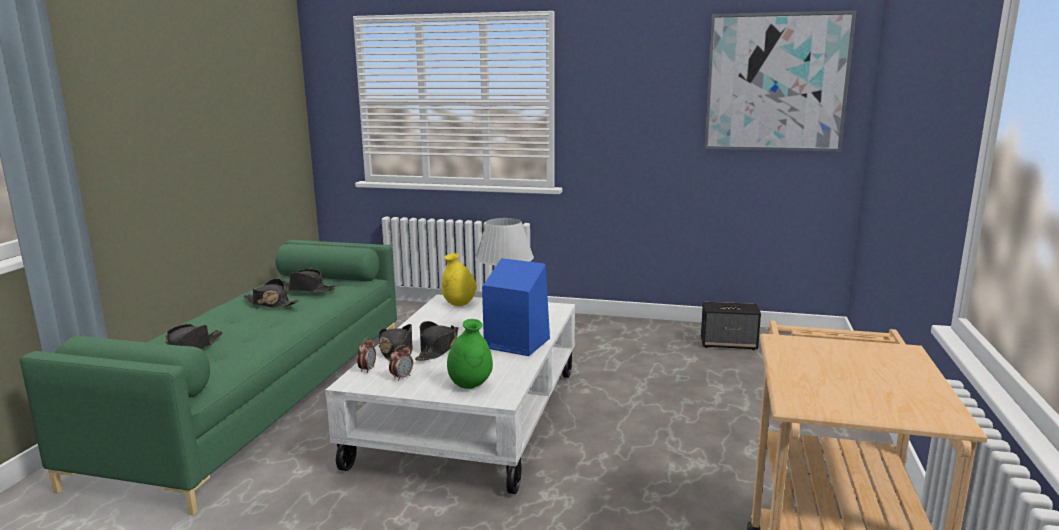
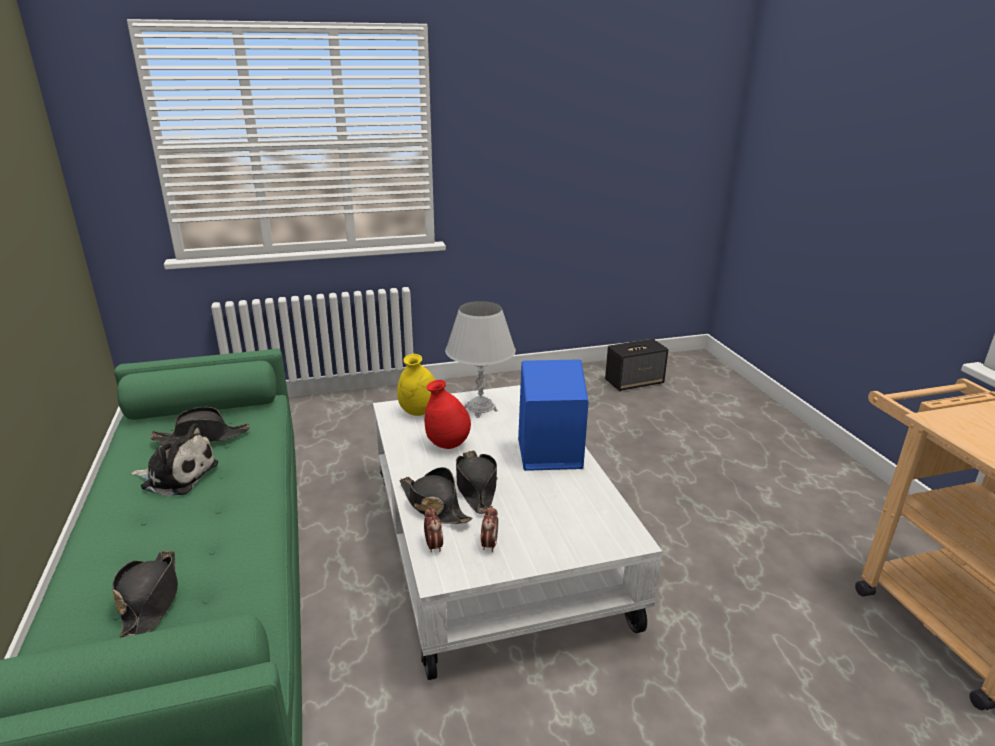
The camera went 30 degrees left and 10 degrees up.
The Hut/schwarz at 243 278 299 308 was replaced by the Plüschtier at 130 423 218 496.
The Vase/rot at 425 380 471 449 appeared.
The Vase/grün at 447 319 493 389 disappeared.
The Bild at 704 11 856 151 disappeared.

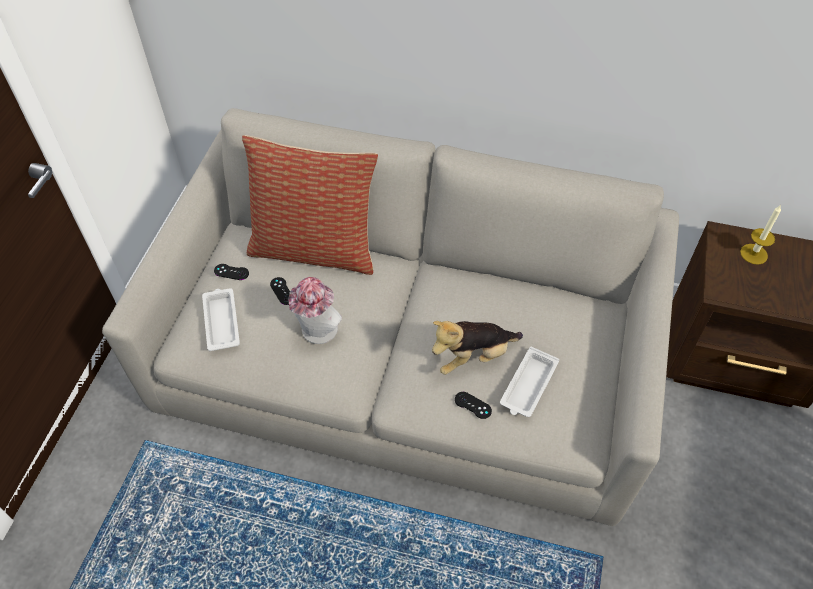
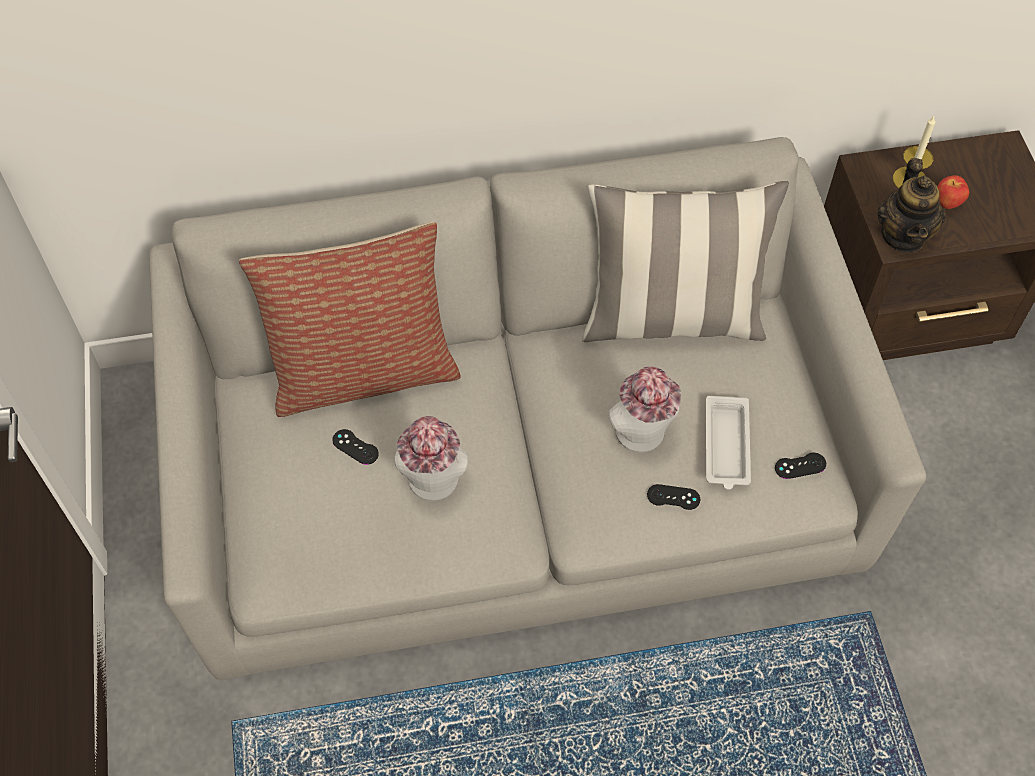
The camera went 25 degrees left and 5 degrees up.
The Kissen at 582 181 789 342 appeared.
The Plüschtier at 432 321 523 375 was replaced by the Hut at 608 366 681 452.
The Gamepad/schwarz moved from 214 264 249 280 to 775 453 826 479.
The Teekanne at 877 158 946 253 appeared.
The Apfel at 938 175 969 209 appeared.
The Tablett/weiß at 202 288 240 351 disappeared.

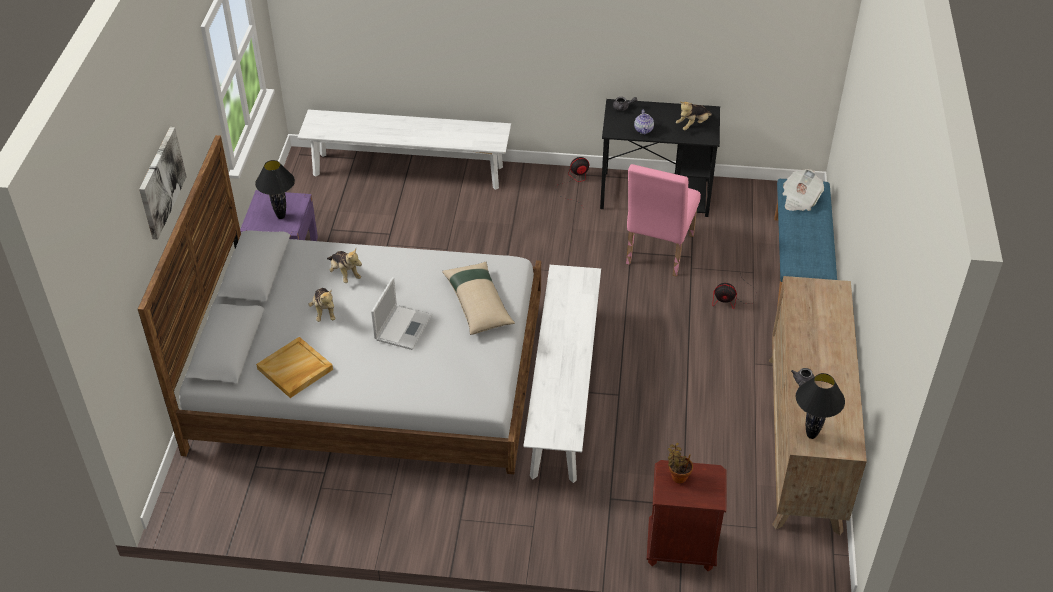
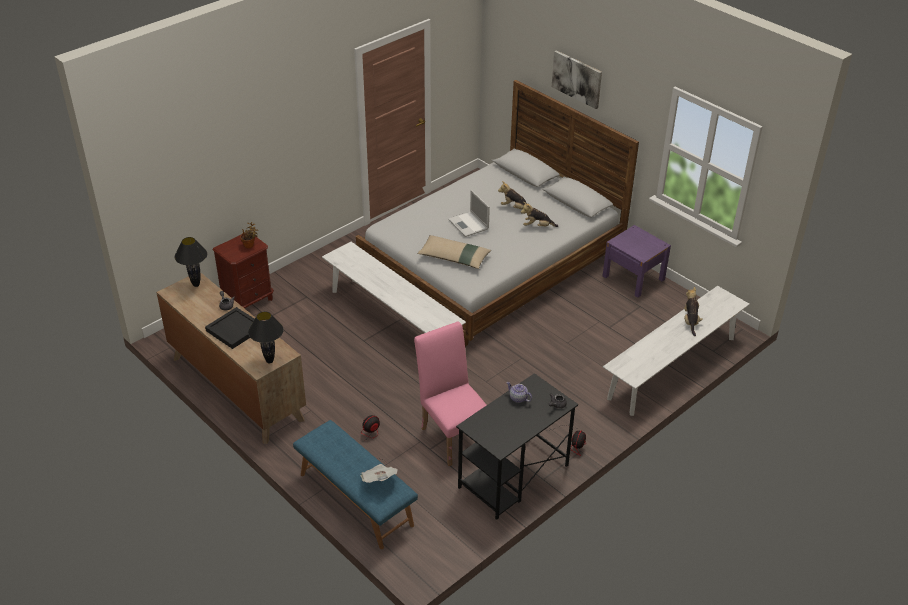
The camera went 130 degrees right and 5 degrees down.
The Tablett/schwarz at 205 307 255 349 appeared.
The Tischlampe/schwarz moved from 255 160 295 219 to 248 311 284 363.
The Plüschtier moved from 676 102 712 130 to 684 287 703 336.
The Tablett/beige at 256 337 333 398 disappeared.

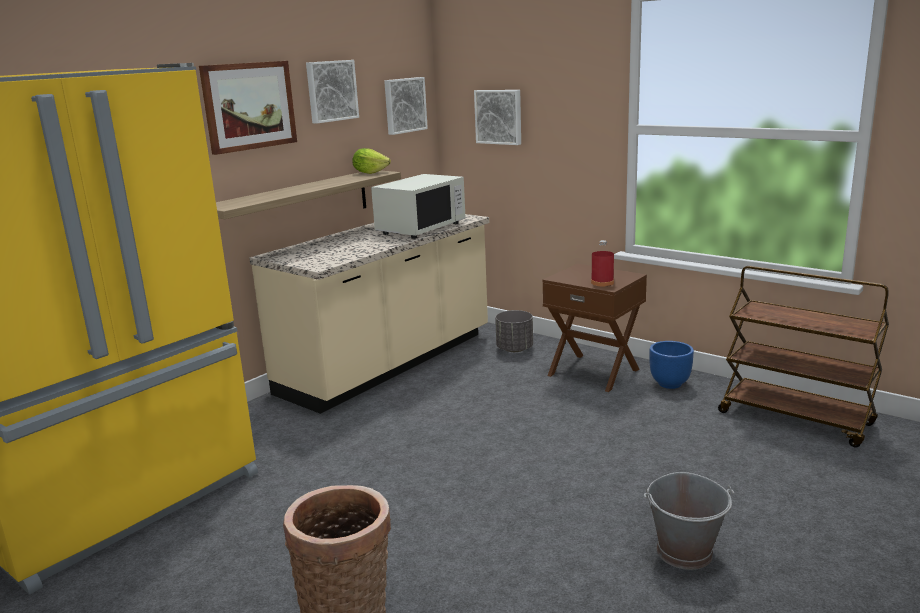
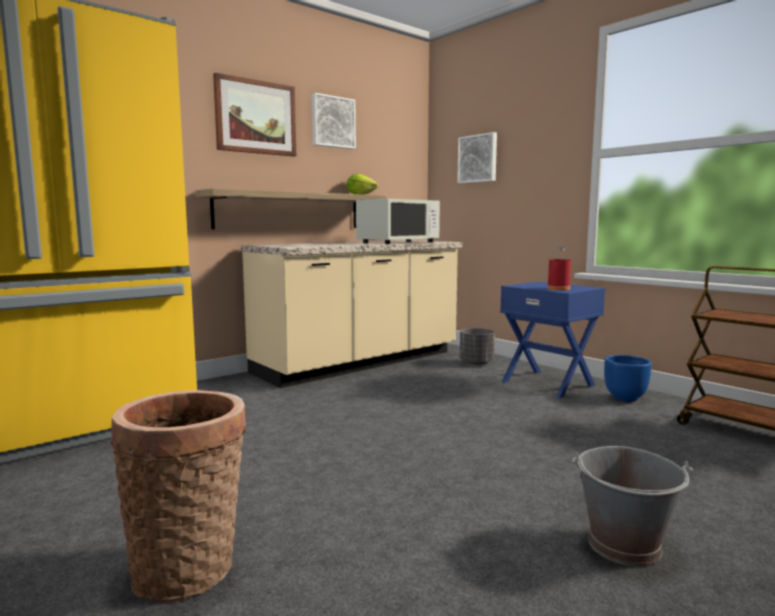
The camera went 10 degrees right and 10 degrees down.
The Nachttisch/braun at 543 264 647 392 became the Nachttisch/blau at 500 282 605 398.
The Bild at 384 77 428 135 disappeared.

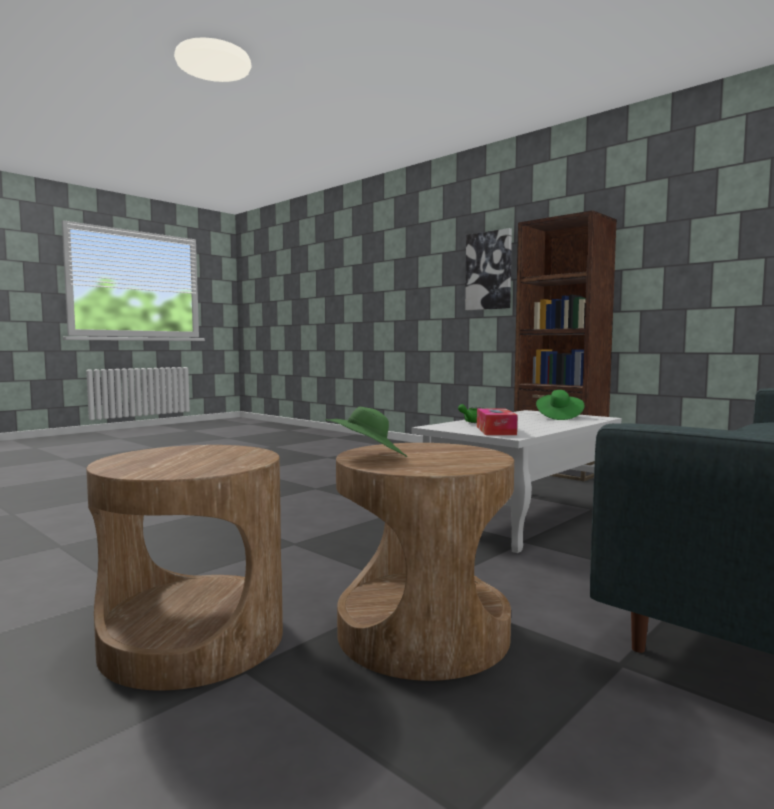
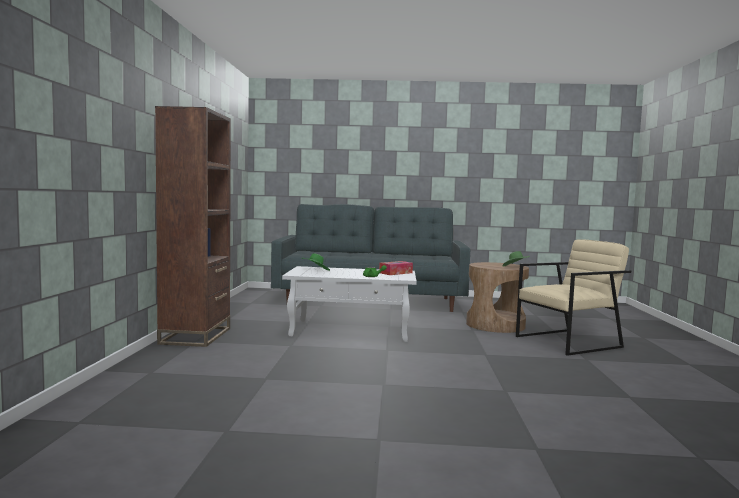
The camera went 130 degrees left and 0 degrees up.
The Beistelltisch/braun at 86 445 283 691 was replaced by the Sessel/beige at 516 239 631 356.
The Bild at 465 228 512 310 disappeared.

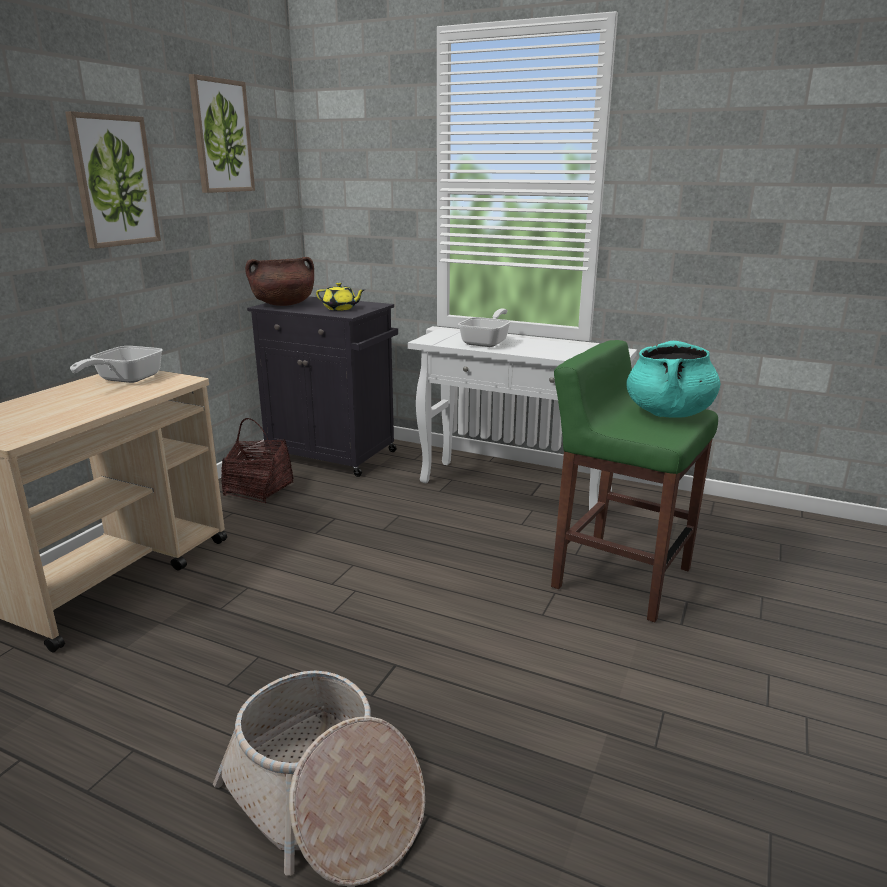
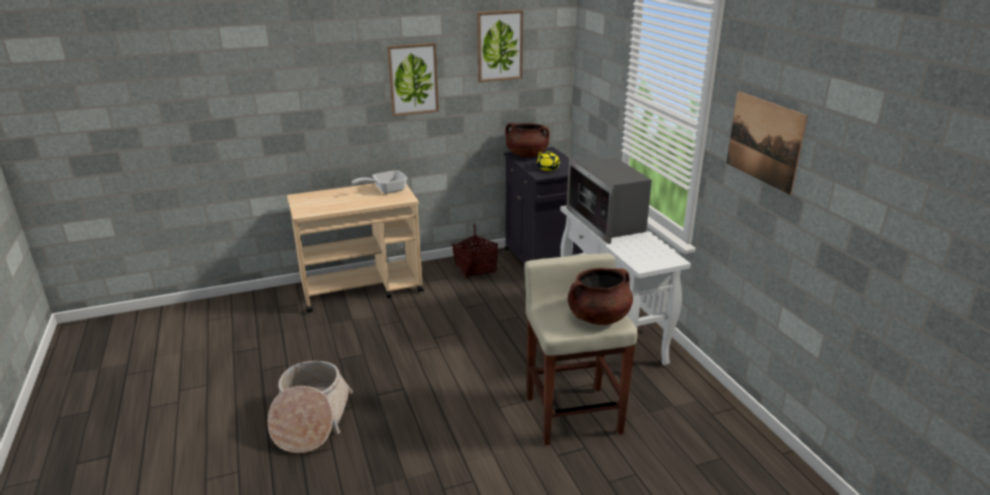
The camera went 45 degrees right and 5 degrees up.
The Hocker/grün at 551 340 718 622 became the Hocker/beige at 524 253 638 446.
The Pfanne at 458 308 511 347 was replaced by the Mikrowelle at 566 157 652 244.
The Kochtopf/türkis at 626 341 720 418 became the Kochtopf/braun at 568 268 633 325.
The Bild at 726 91 808 195 appeared.

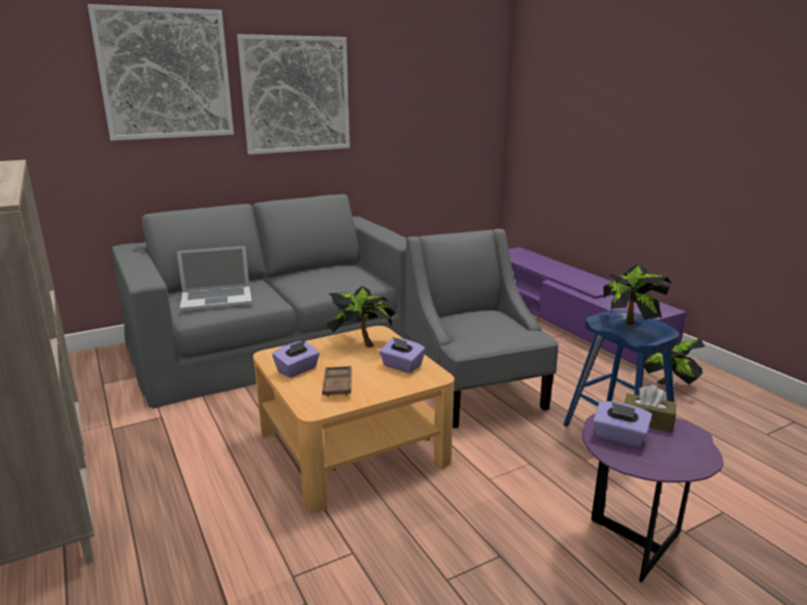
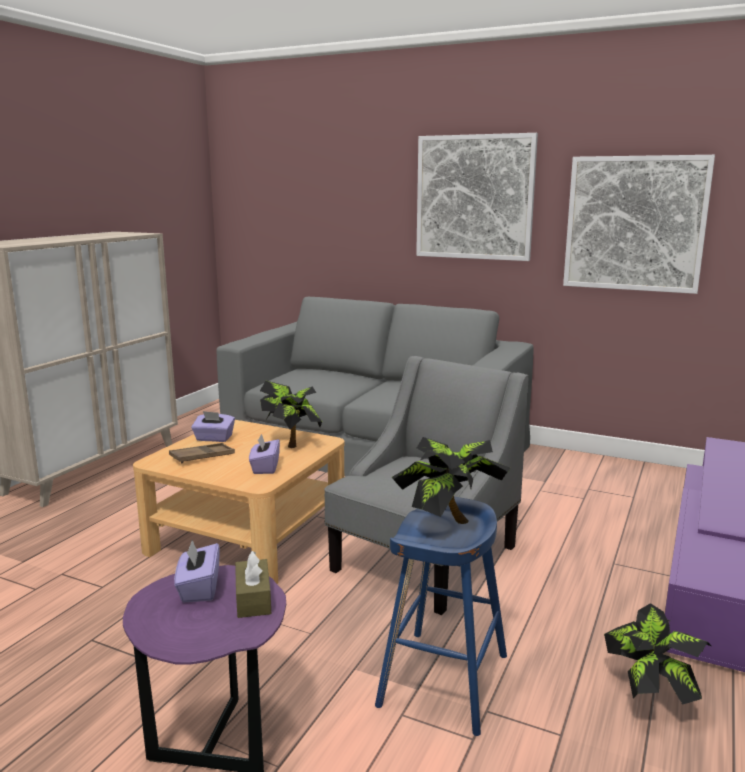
The camera went 55 degrees right and 5 degrees down.
The Bild moved from 88 4 234 141 to 563 155 715 294.
The Laptop at 177 246 252 311 disappeared.

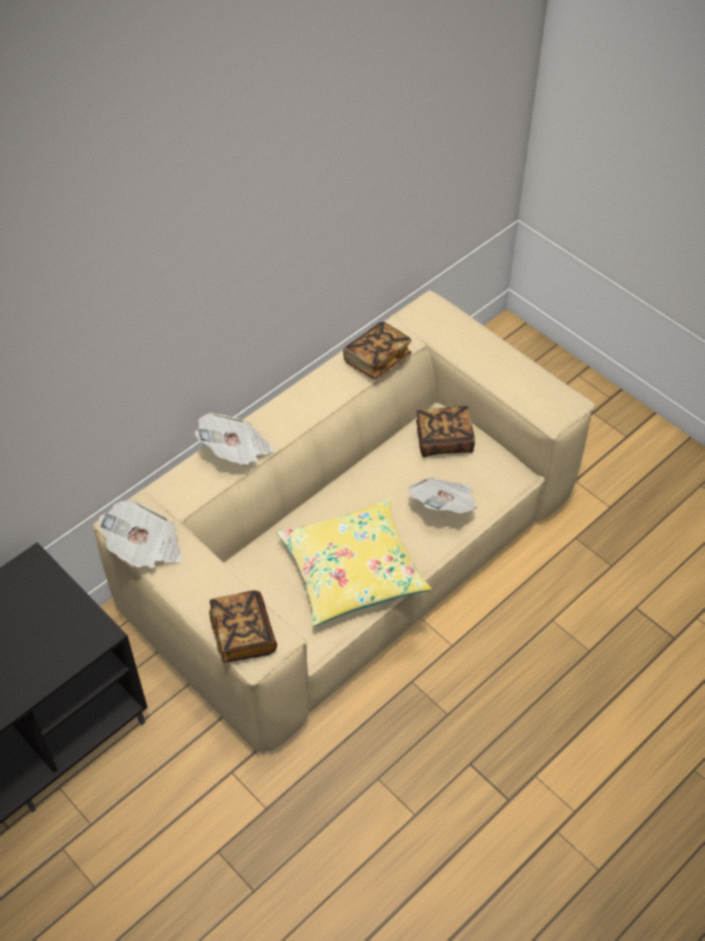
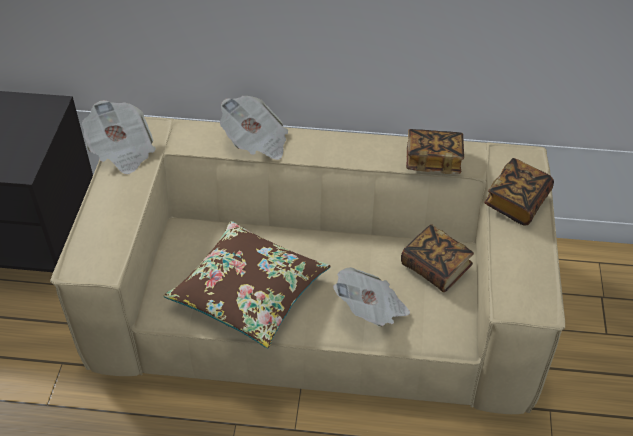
The camera went 50 degrees right and 5 degrees down.
The Kissen/gelb at 277 499 431 626 became the Kissen/braun at 164 221 331 348.
The Buch moved from 209 590 277 663 to 484 158 554 226.

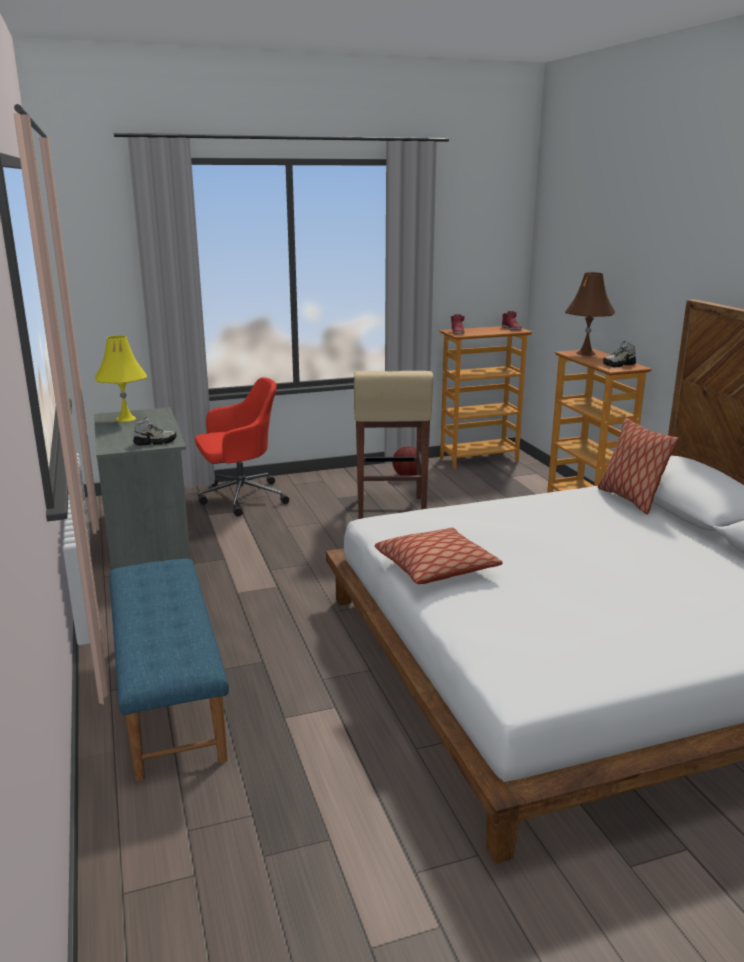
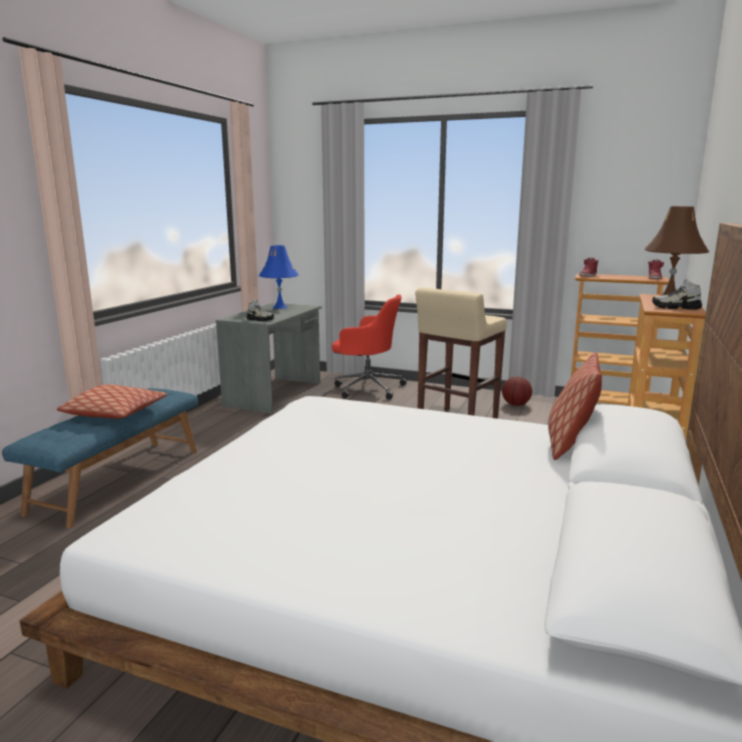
The camera went 40 degrees right and 5 degrees down.
The Kissen moved from 375 528 503 584 to 57 384 167 419.
The Tischlampe/gelb at 95 335 147 422 became the Tischlampe/blau at 259 245 299 309.

